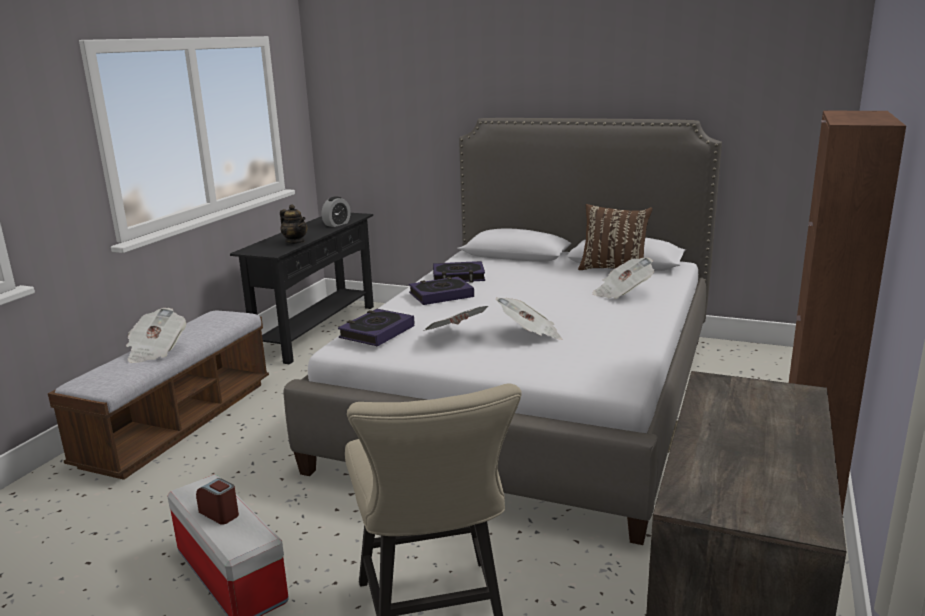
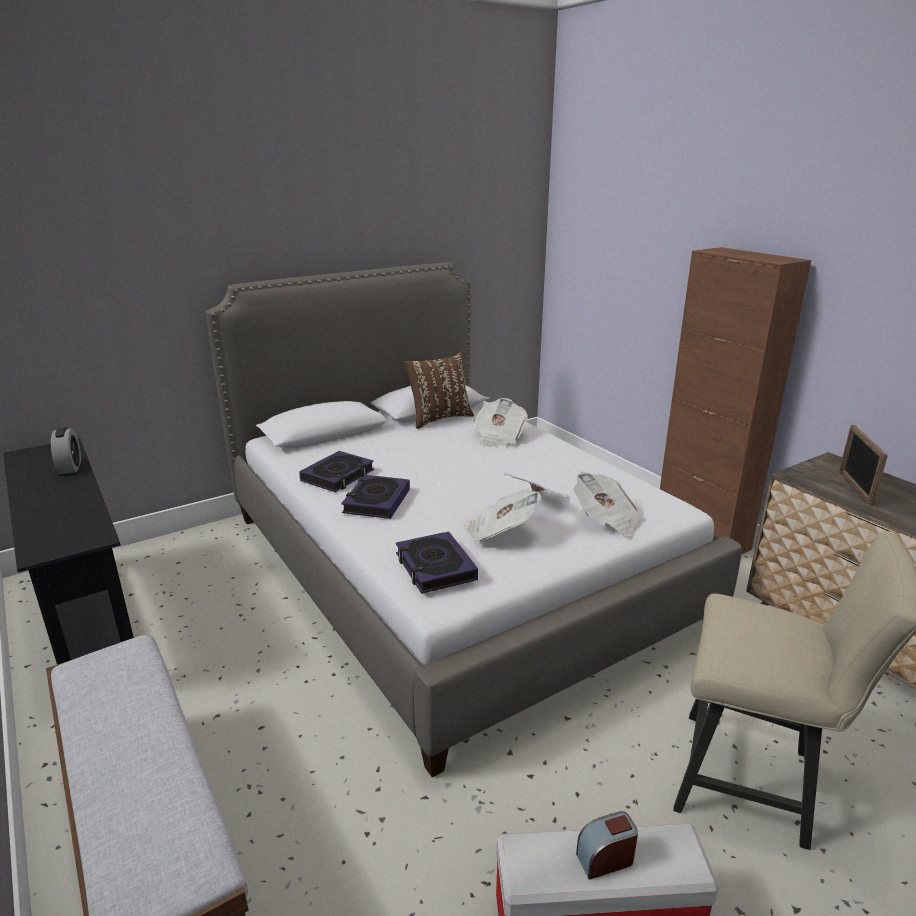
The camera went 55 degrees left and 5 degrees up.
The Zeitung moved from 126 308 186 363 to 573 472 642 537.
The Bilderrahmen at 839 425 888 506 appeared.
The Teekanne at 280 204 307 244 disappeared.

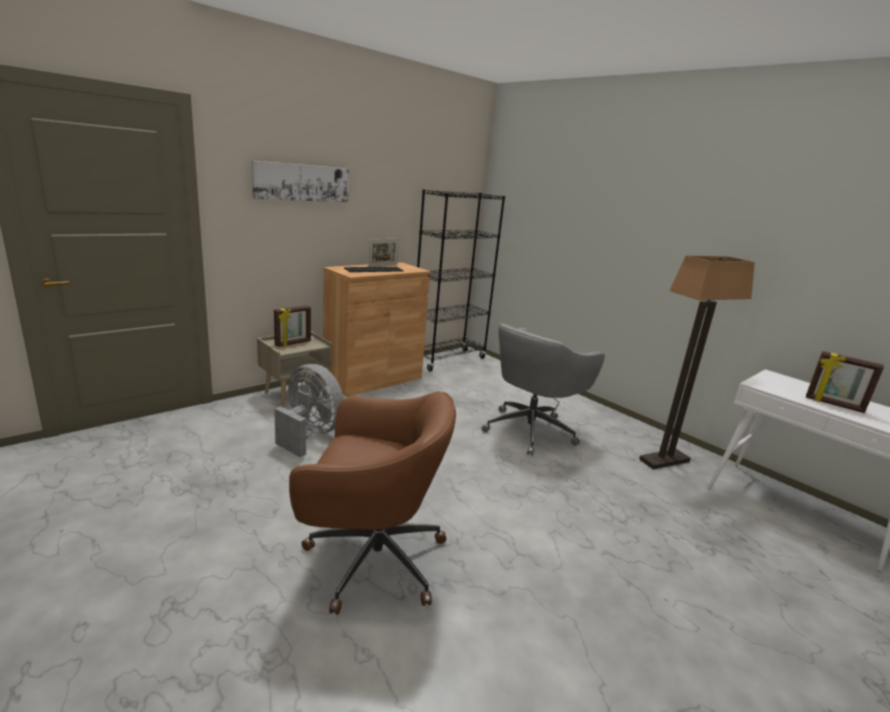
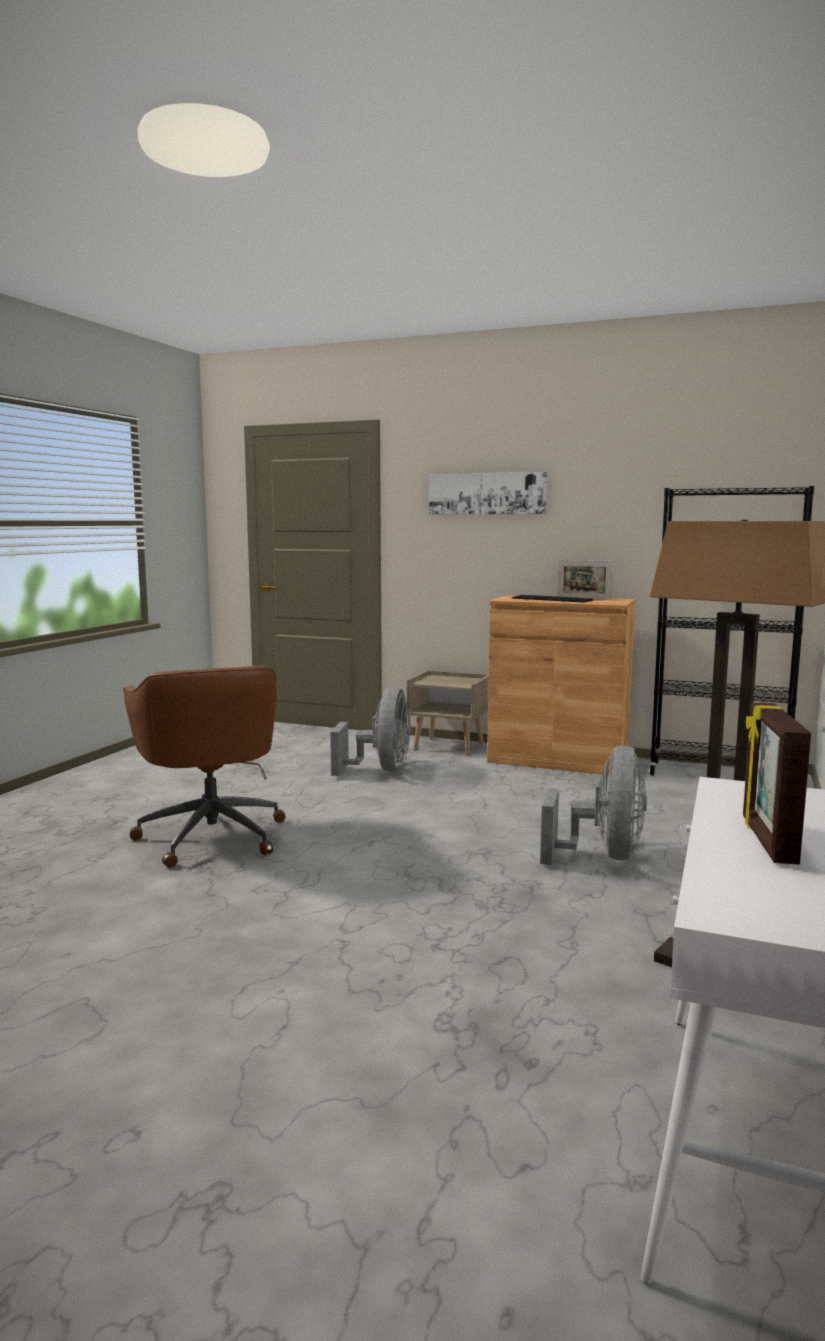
The camera went 65 degrees right and 10 degrees down.
The Bürostuhl/grau at 482 324 605 456 was replaced by the Ventilator/grau at 540 745 647 865.
The Bilderrahmen at 274 305 311 347 disappeared.

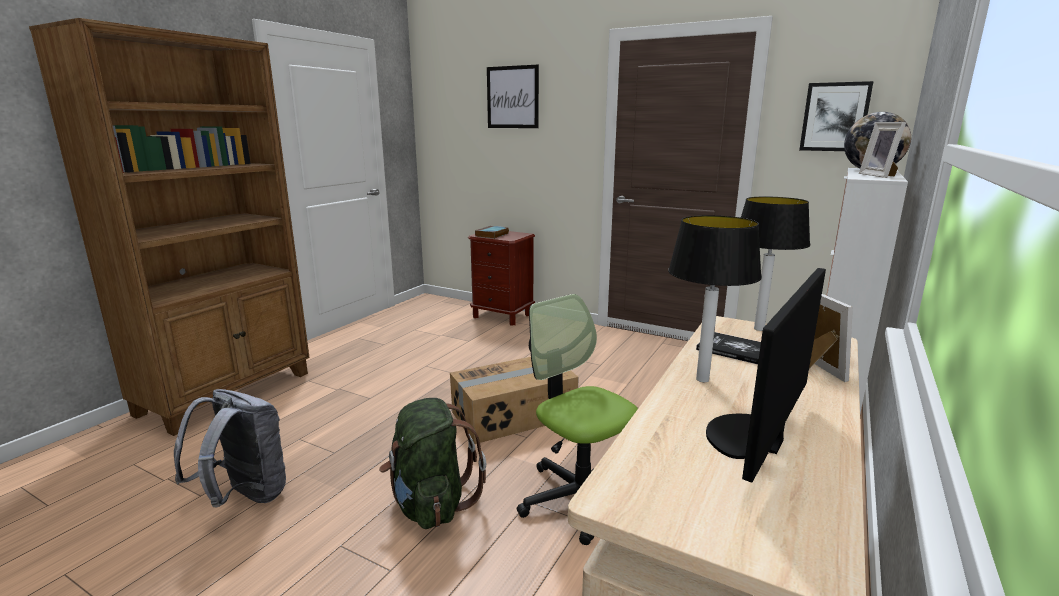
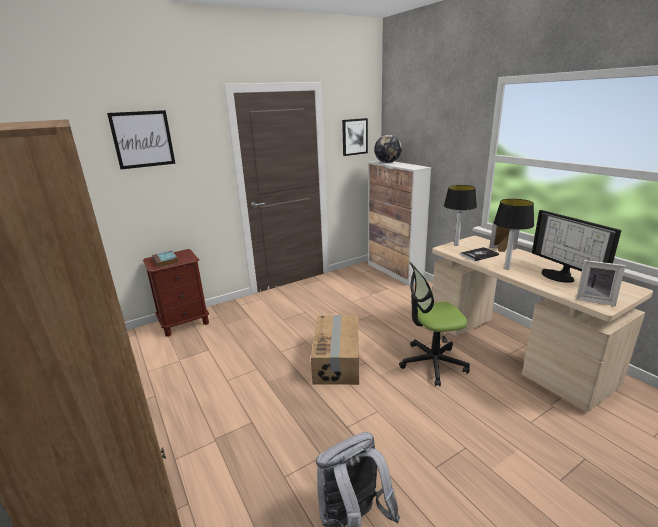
The camera went 60 degrees left and 5 degrees up.
The Bilderrahmen moved from 859 122 906 178 to 576 260 625 306.
The Rucksack/grün at 379 398 486 529 disappeared.

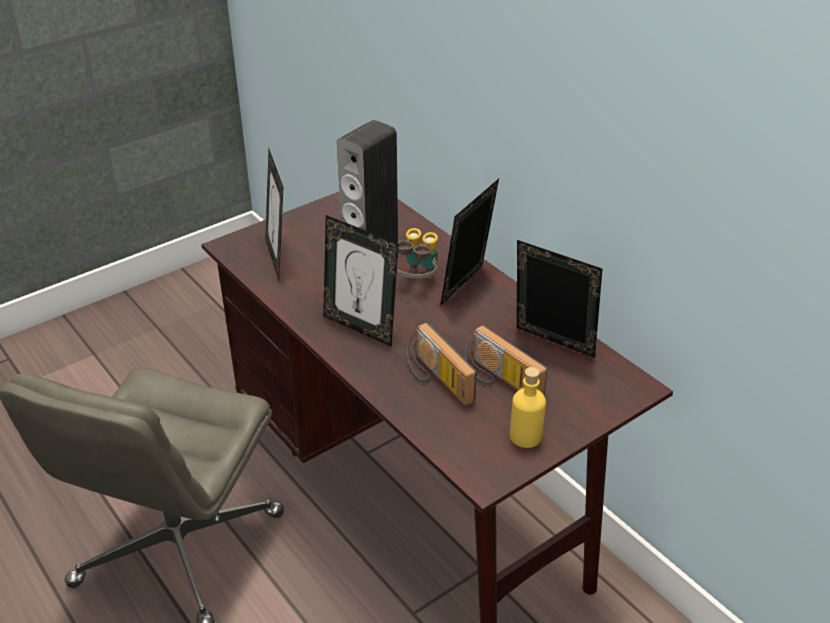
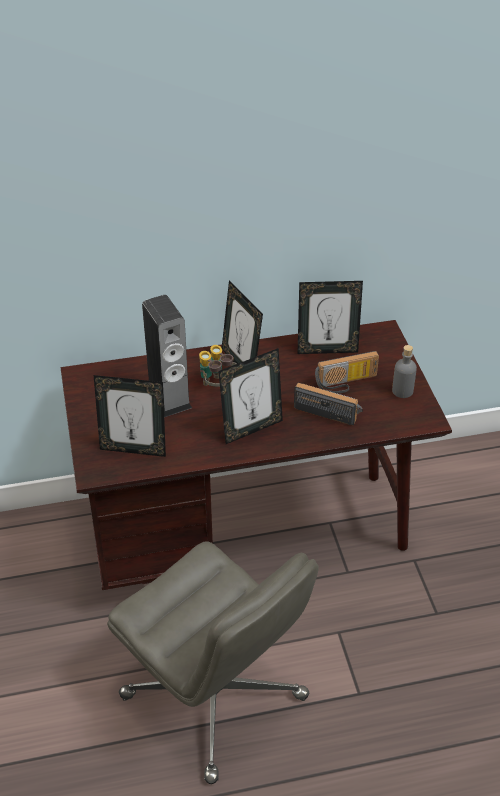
The camera went 65 degrees left and 5 degrees up.
The Radio at 407 323 477 405 turned 150 degrees counterclockwise.
The Bilderrahmen at 517 240 602 357 turned 150 degrees counterclockwise.
The Flasche/gelb at 510 367 546 448 became the Flasche/grau at 392 345 417 398.

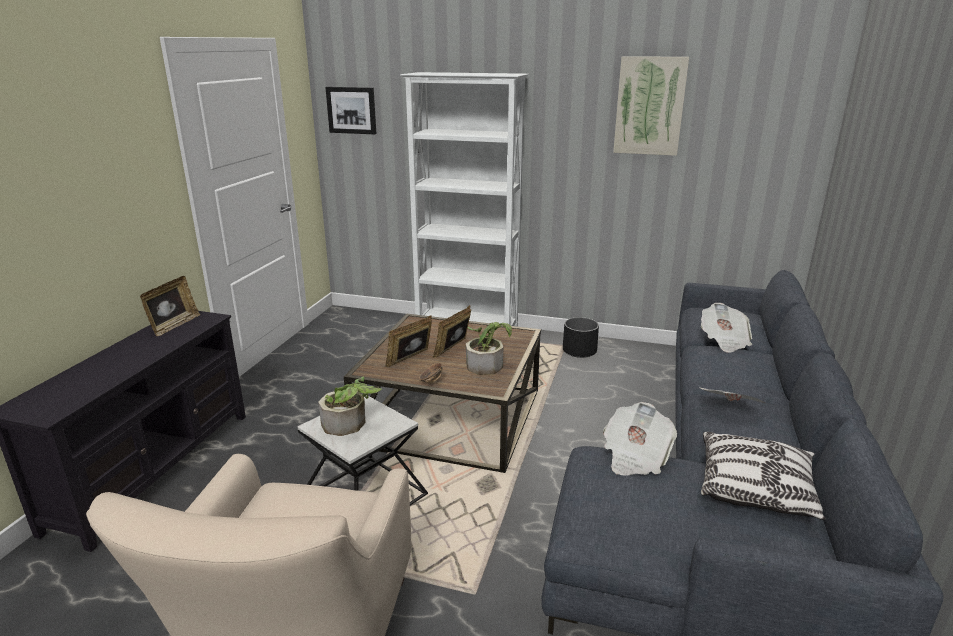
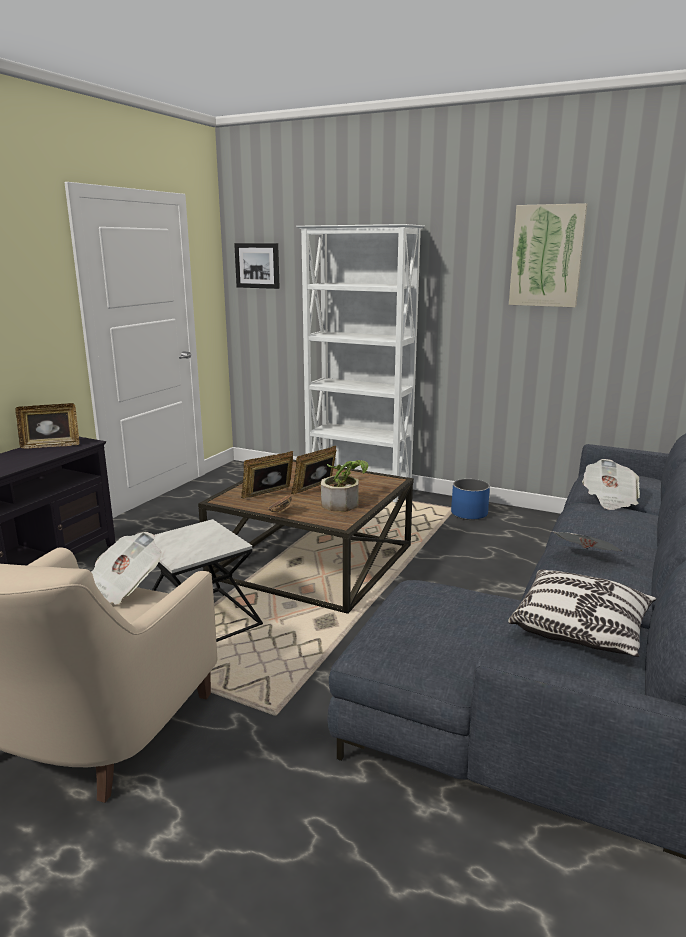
The camera went 10 degrees right and 5 degrees down.
The Bilderrahmen at 140 276 200 336 turned 45 degrees clockwise.
The Zeitung moved from 603 402 677 476 to 91 532 161 605.
The Pflanzkübel/schwarz at 563 317 599 358 became the Pflanzkübel/blau at 451 479 490 520.
The Topfpflanze at 318 376 382 436 disappeared.

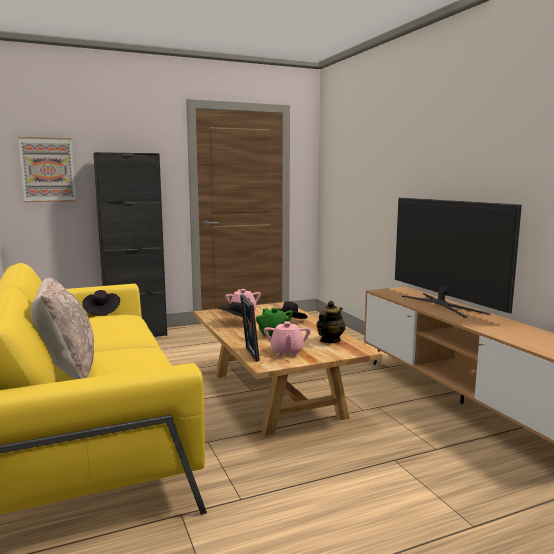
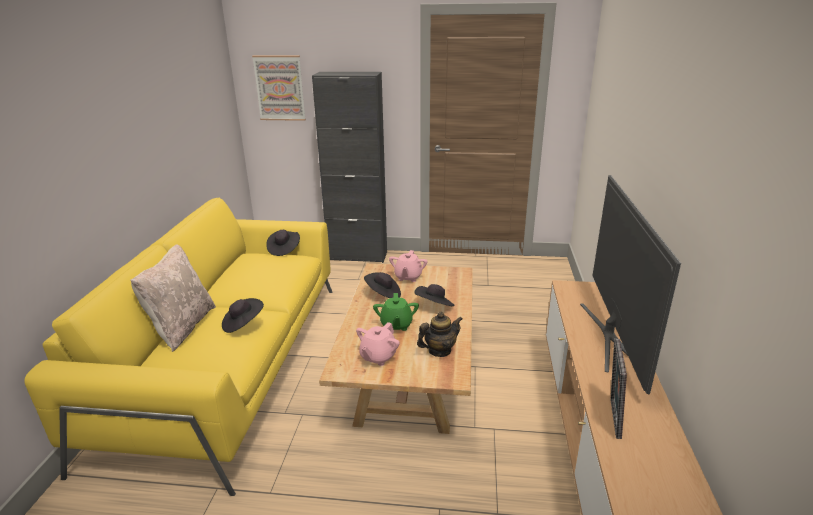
The camera went 30 degrees right and 15 degrees up.
The Hut/schwarz at 222 298 264 333 appeared.
The Bilderrahmen moved from 240 295 260 362 to 611 339 627 439.

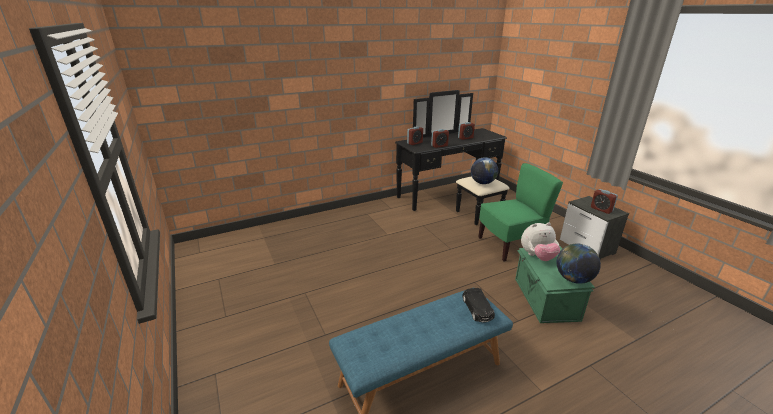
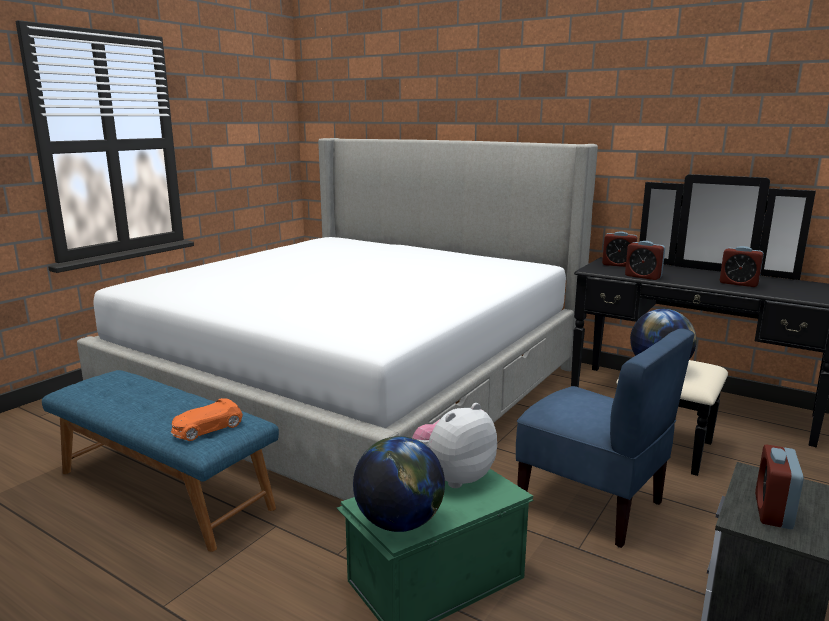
The camera went 60 degrees right and 10 degrees down.
The Bett at 77 138 598 500 appeared.
The Spielzeugauto/schwarz at 462 288 495 322 became the Spielzeugauto/orange at 171 398 243 441.
The Plüschtier at 521 223 560 261 turned 90 degrees clockwise.
The Stuhl/grün at 478 163 563 262 became the Stuhl/blau at 516 328 695 548.

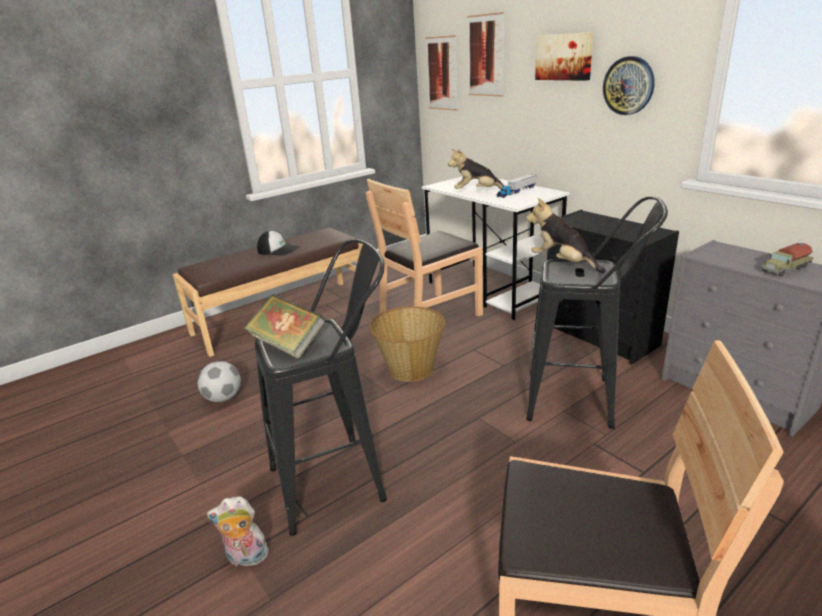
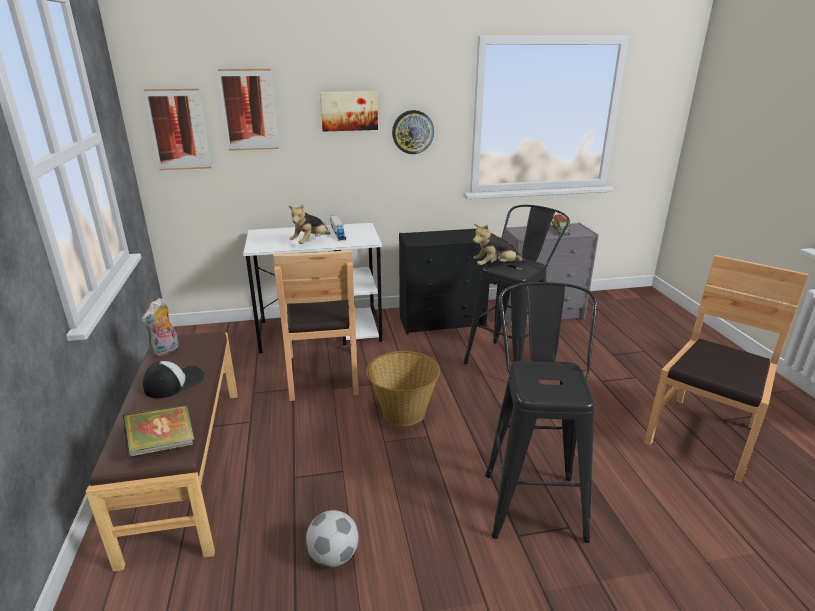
The camera went 65 degrees left and 0 degrees up.
The Buch moved from 244 294 325 359 to 123 404 194 457.
The Plüschtier moved from 207 496 269 566 to 141 298 179 356.

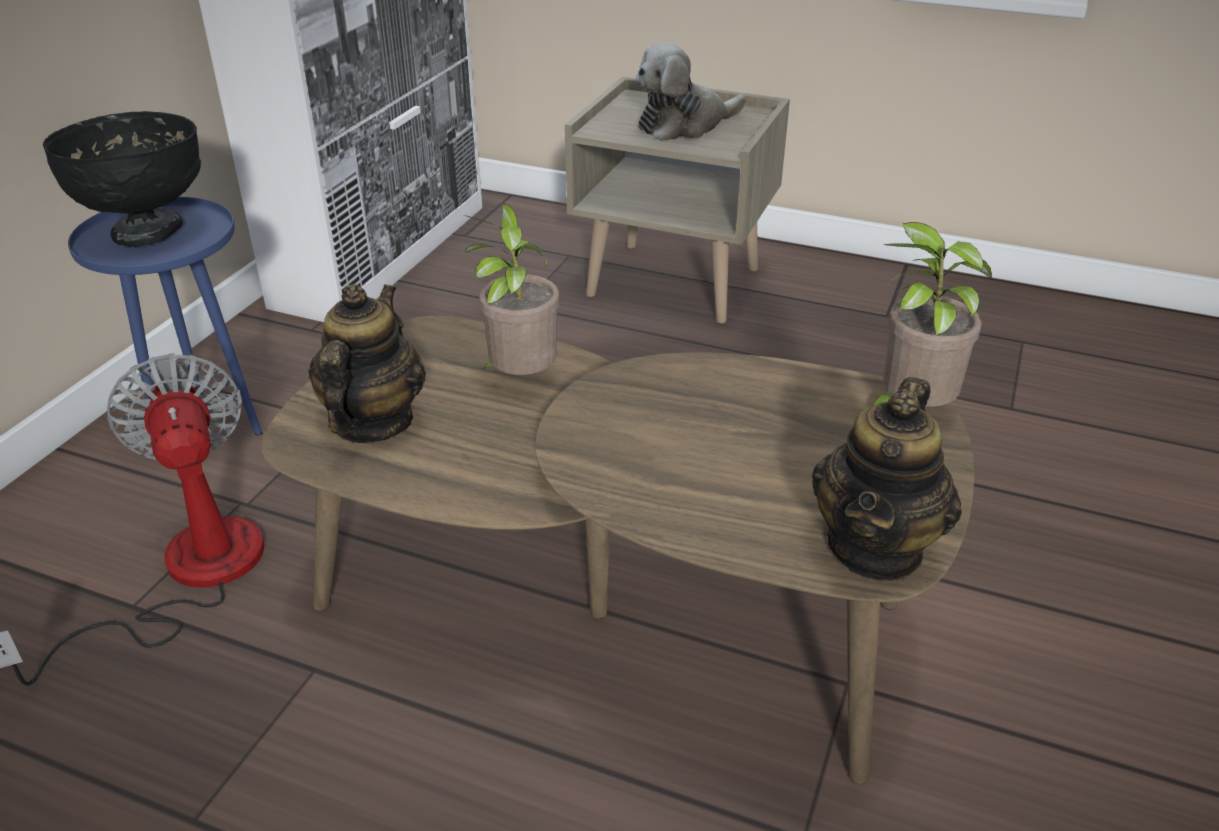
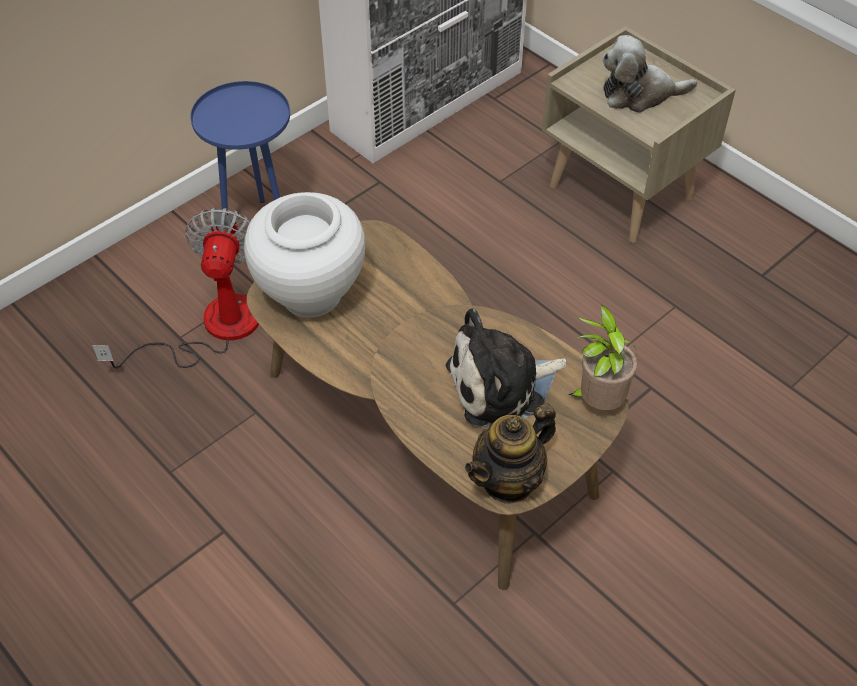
The camera went 25 degrees right and 15 degrees up.
The Teekanne at 309 284 426 443 was replaced by the Vase/weiß at 244 192 365 318.
The Plüschtier at 446 308 567 428 appeared.
The Schüssel/schwarz at 43 111 201 247 disappeared.
The Topfpflanze at 464 203 560 375 disappeared.

